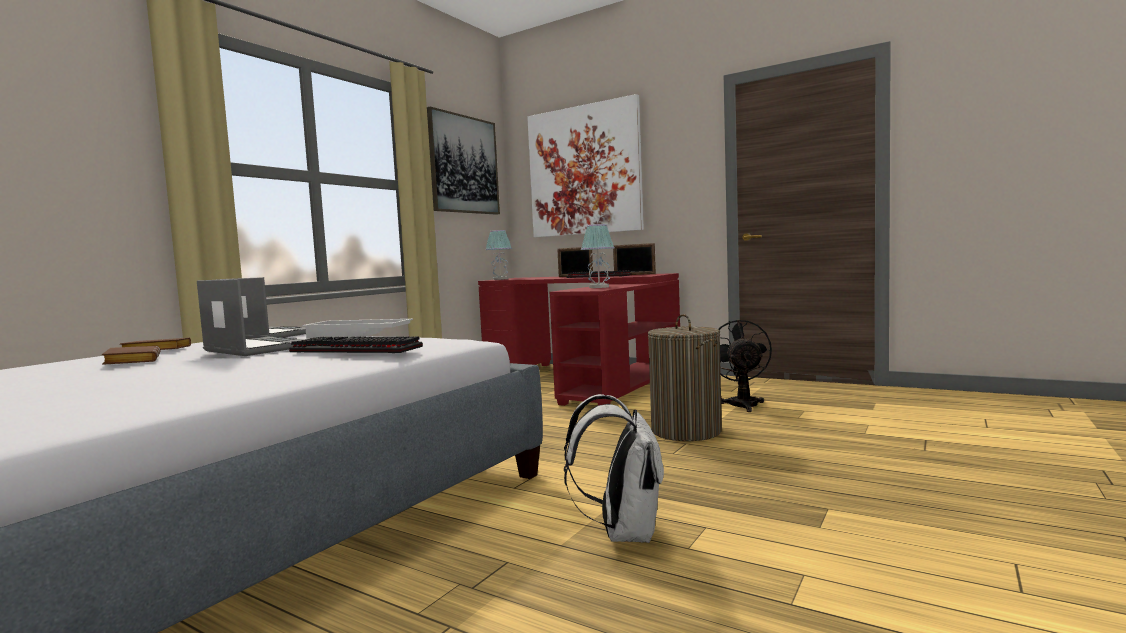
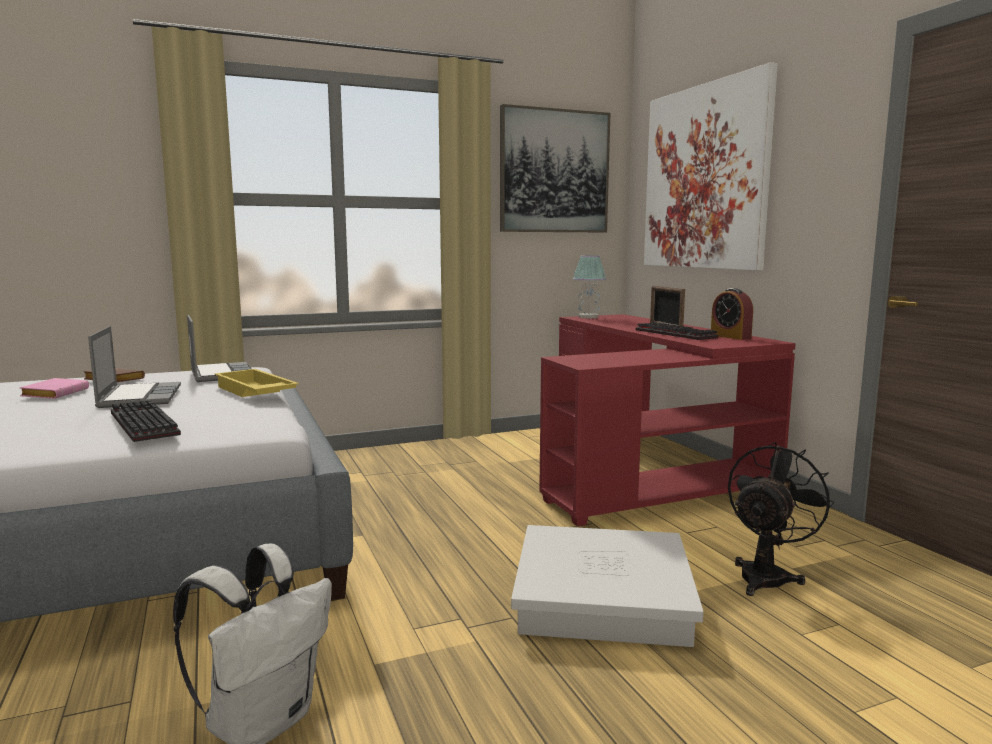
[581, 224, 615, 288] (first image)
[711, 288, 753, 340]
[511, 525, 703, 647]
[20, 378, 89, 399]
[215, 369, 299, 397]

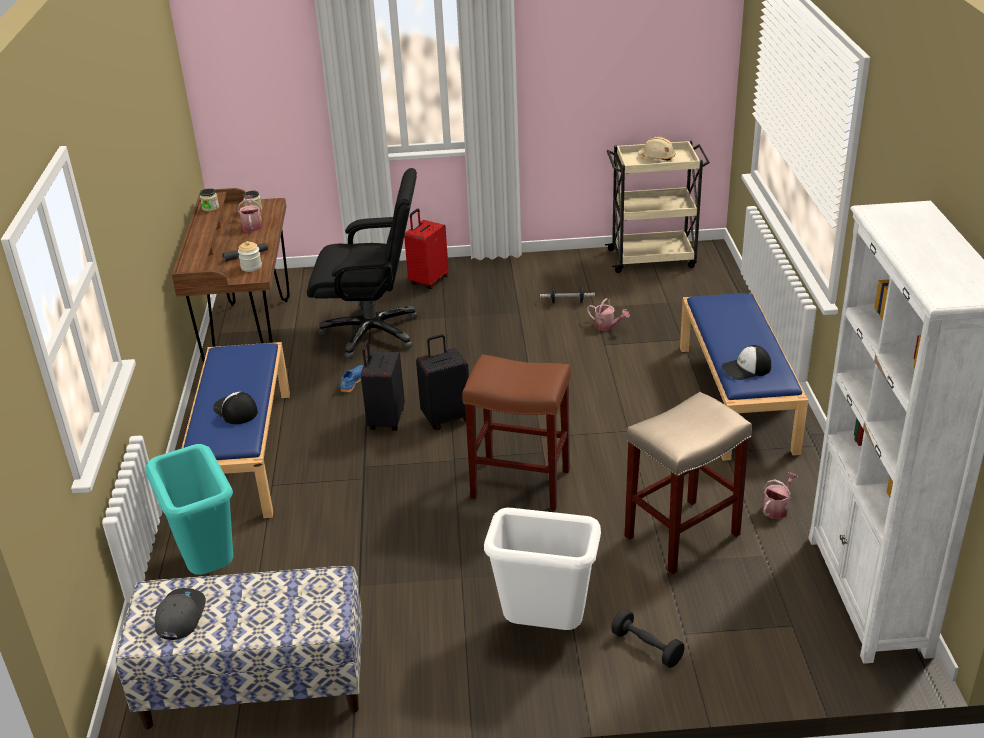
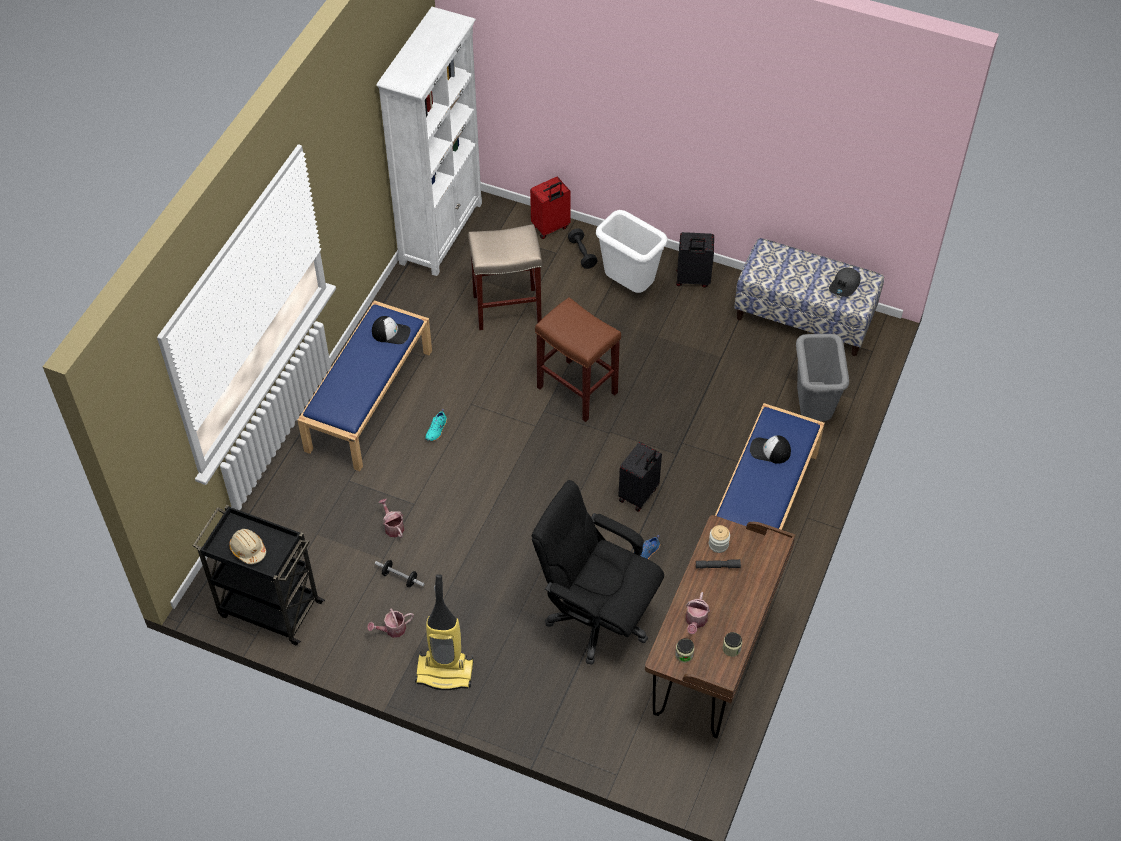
[415, 574, 473, 690]
[425, 409, 447, 441]
[530, 177, 571, 239]
[676, 232, 714, 288]
[367, 608, 414, 638]
[796, 334, 849, 421]
[193, 505, 325, 645]
[750, 435, 791, 464]

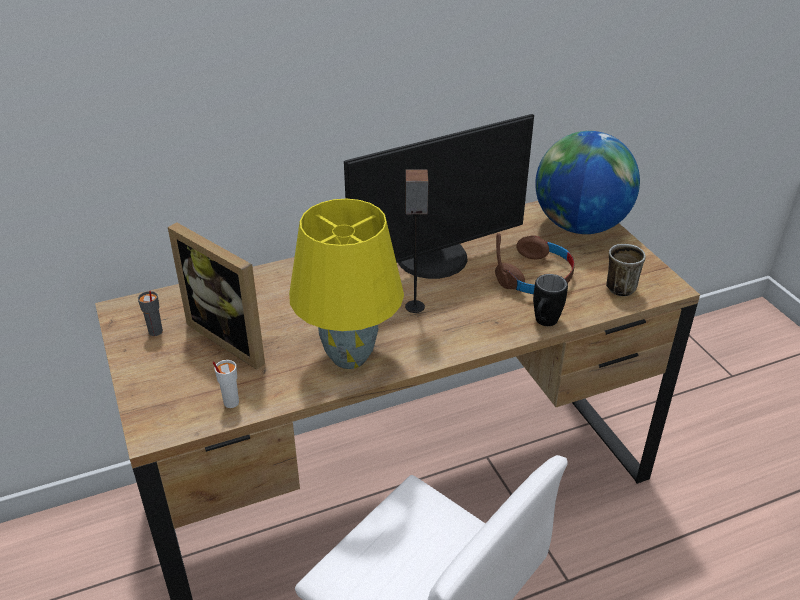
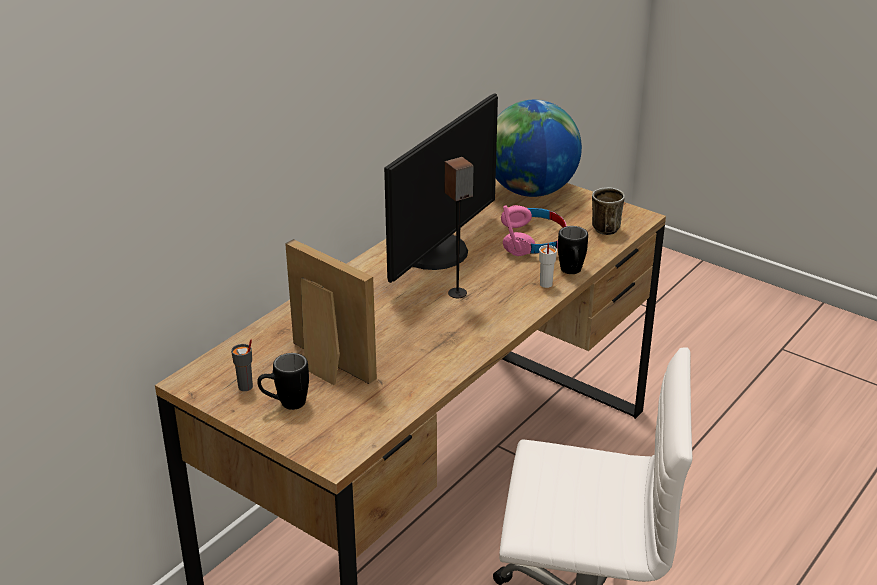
[289, 199, 404, 369] (first image)
[257, 353, 309, 410]
[539, 243, 557, 288]
[501, 205, 567, 256]
[285, 239, 377, 385]

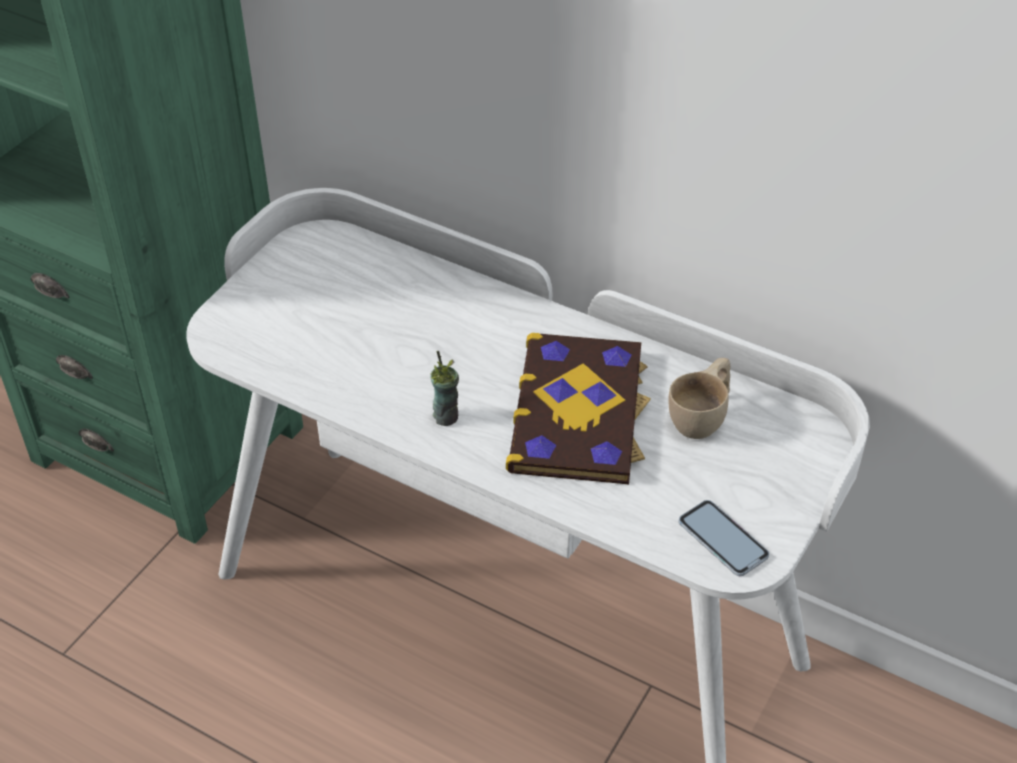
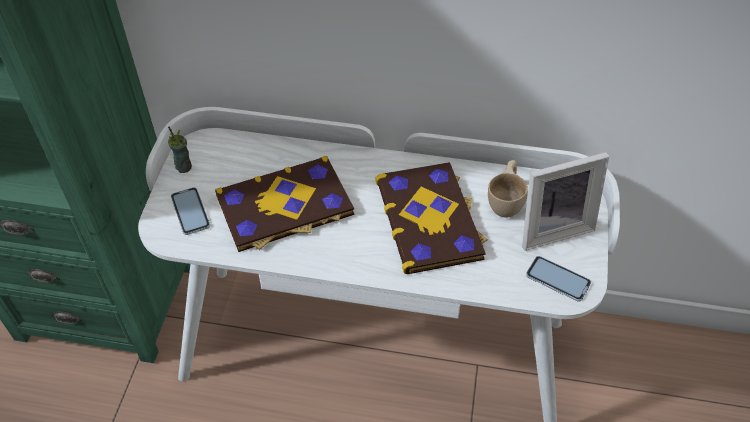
[171, 187, 210, 235]
[215, 156, 354, 252]
[522, 152, 609, 251]
[168, 126, 192, 173]

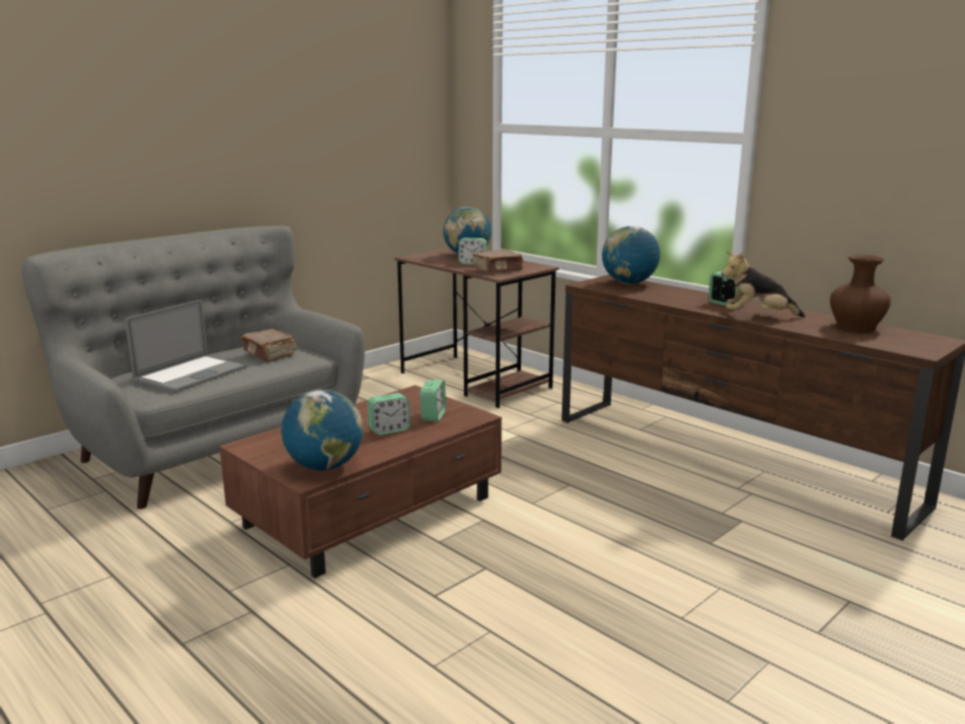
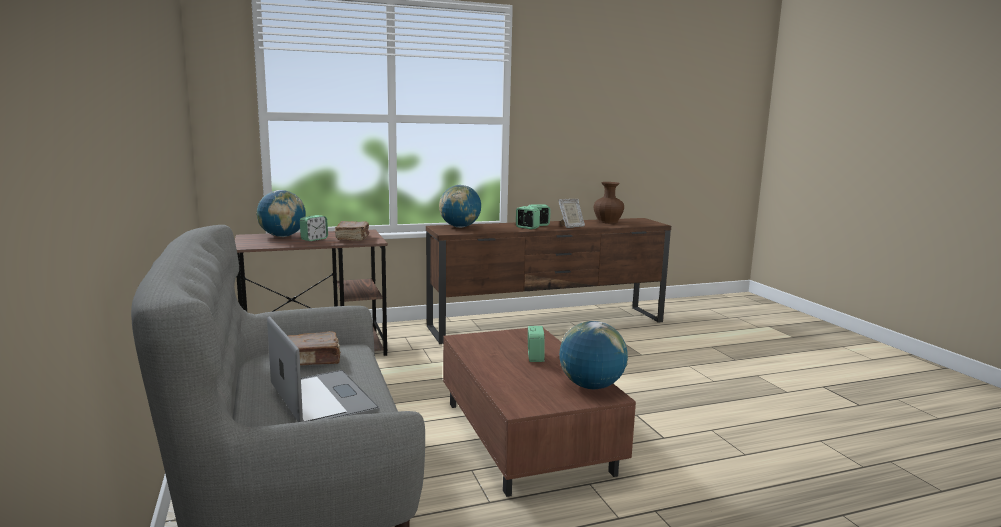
[516, 206, 540, 229]
[558, 199, 585, 228]

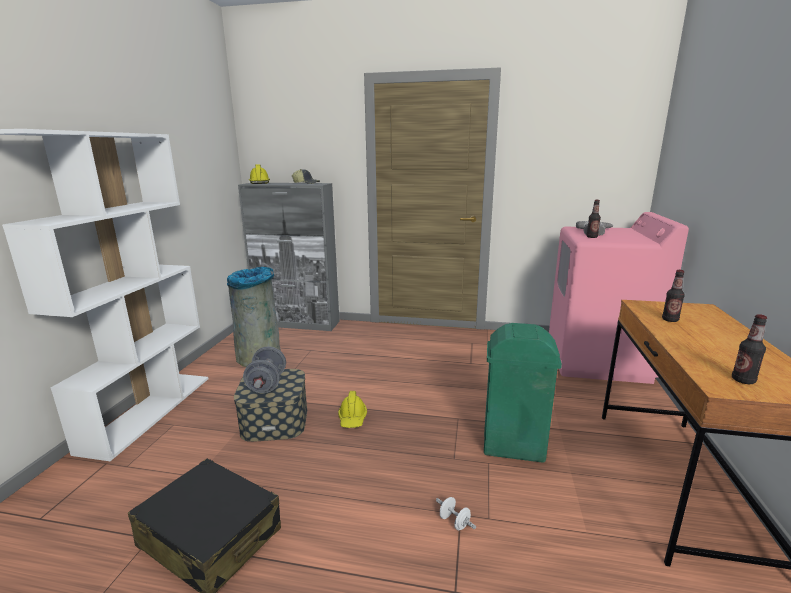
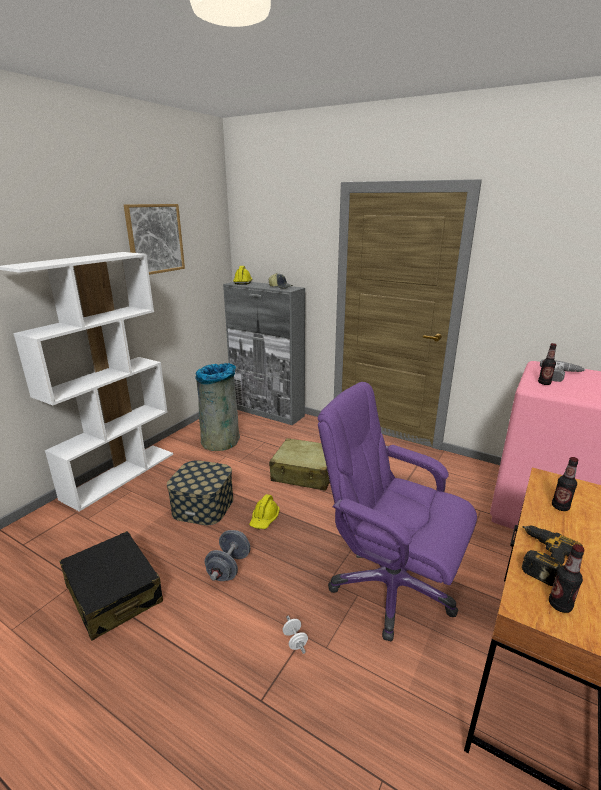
[124, 204, 185, 275]
[269, 438, 330, 491]
[522, 526, 583, 586]
[205, 530, 251, 581]
[318, 382, 477, 641]

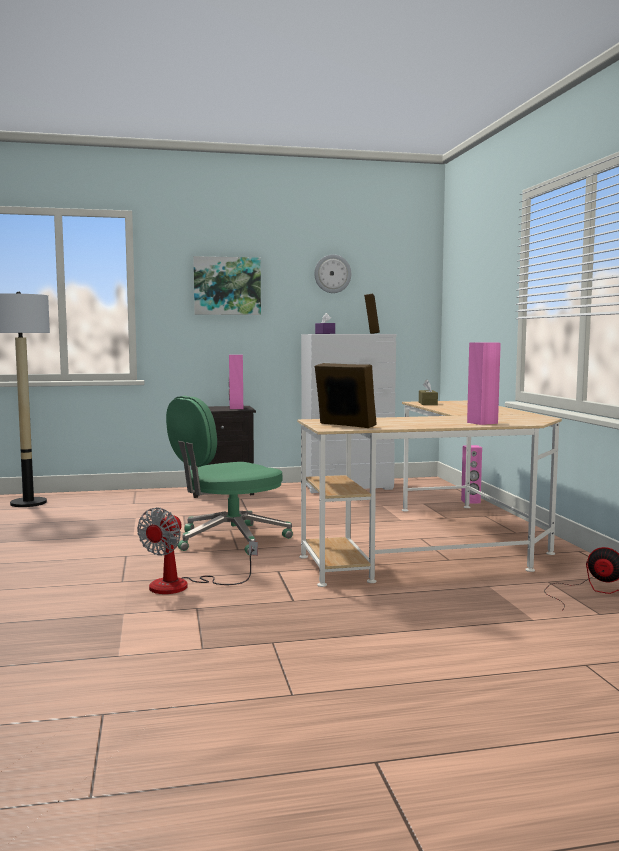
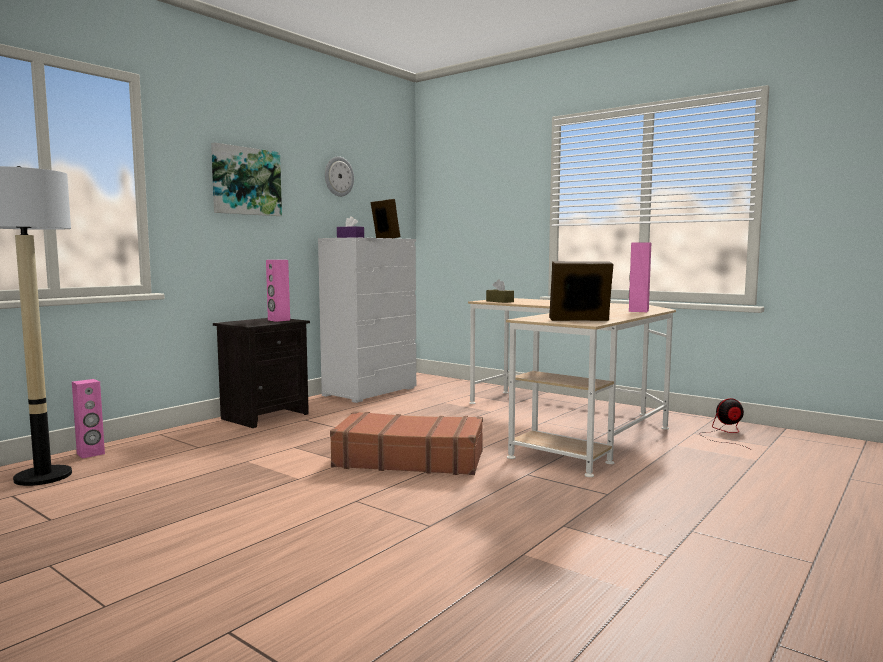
[137, 507, 258, 594] (first image)
[72, 379, 105, 459]
[330, 412, 483, 475]

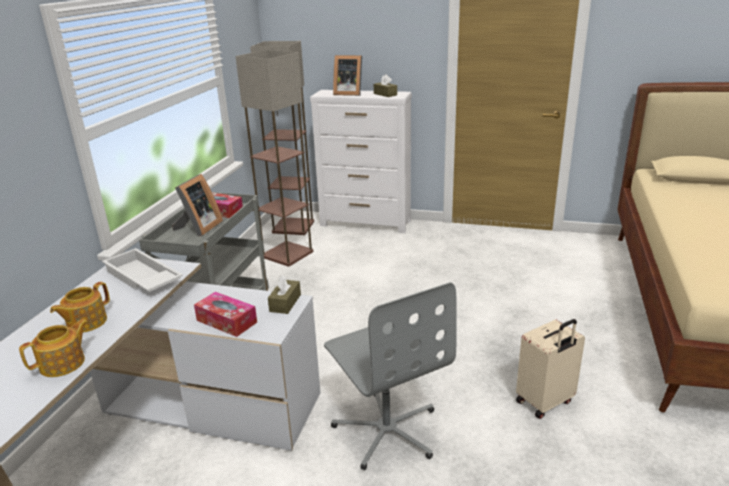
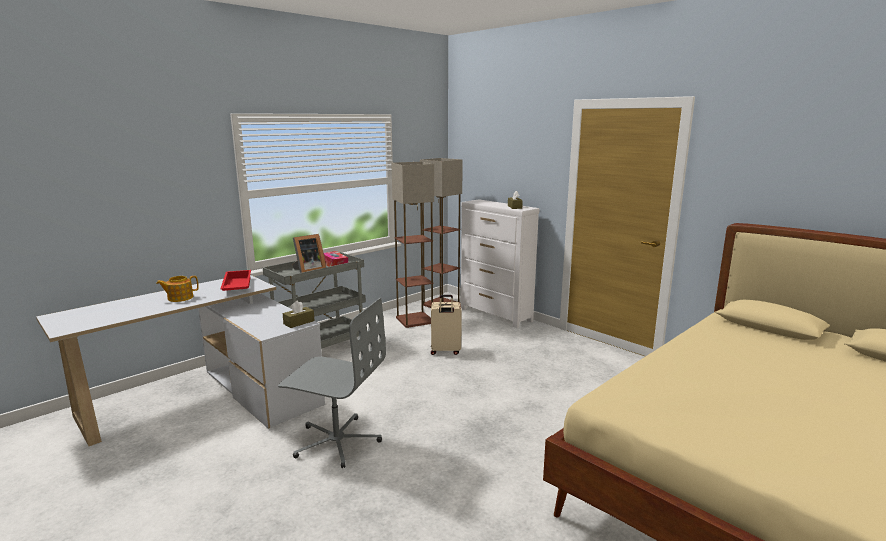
[19, 319, 88, 377] (first image)
[194, 292, 257, 337] (first image)
[333, 55, 362, 96] (first image)
[431, 295, 462, 355]
[220, 270, 251, 291]
[278, 298, 386, 468]

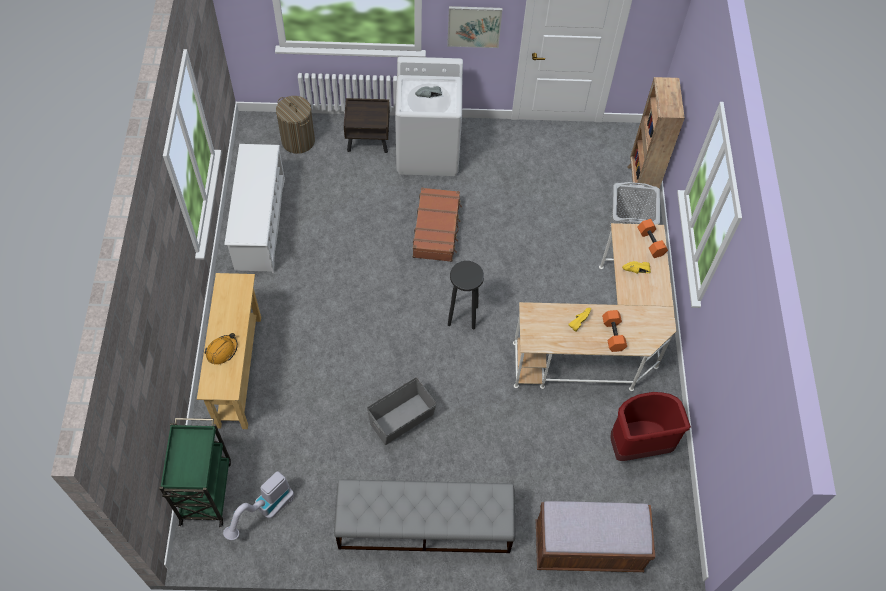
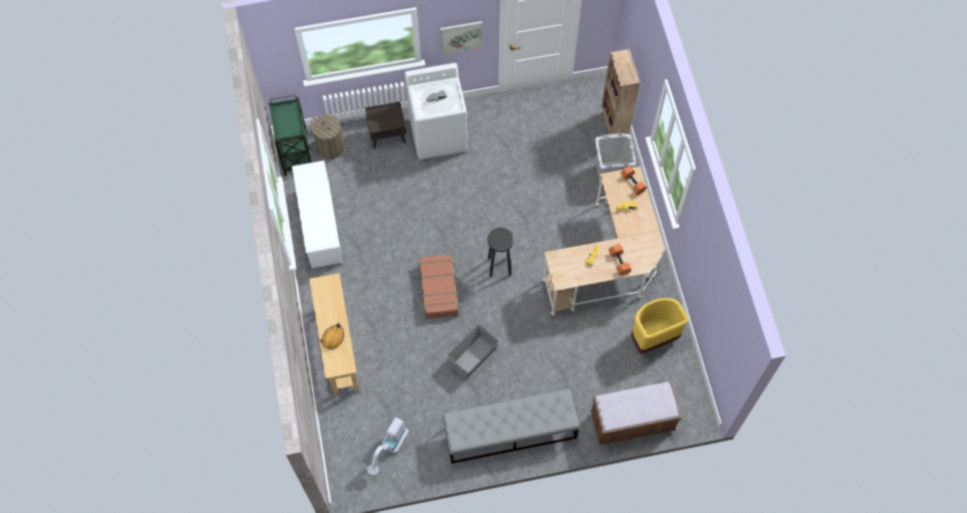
[269, 95, 312, 176]
[419, 254, 461, 319]
[632, 298, 689, 354]

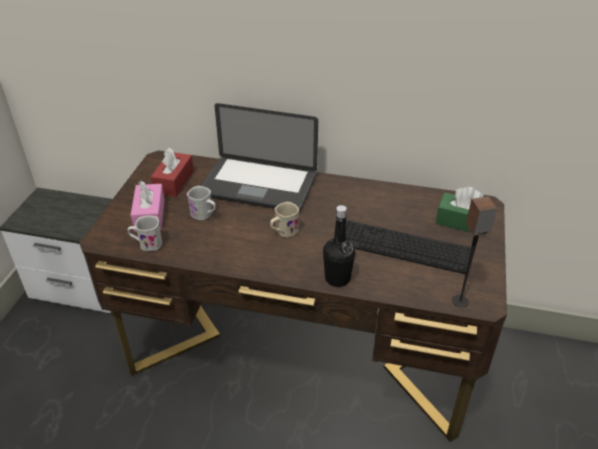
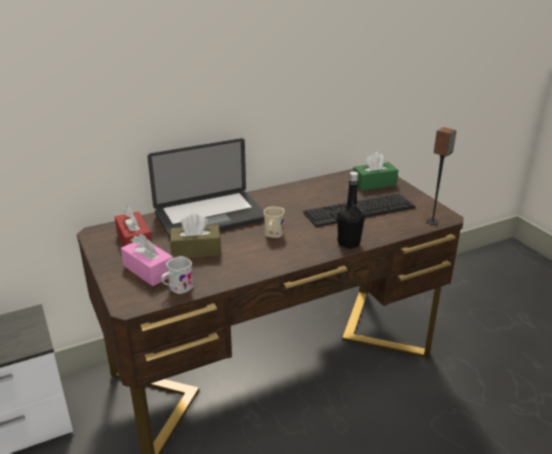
[170, 214, 221, 258]

